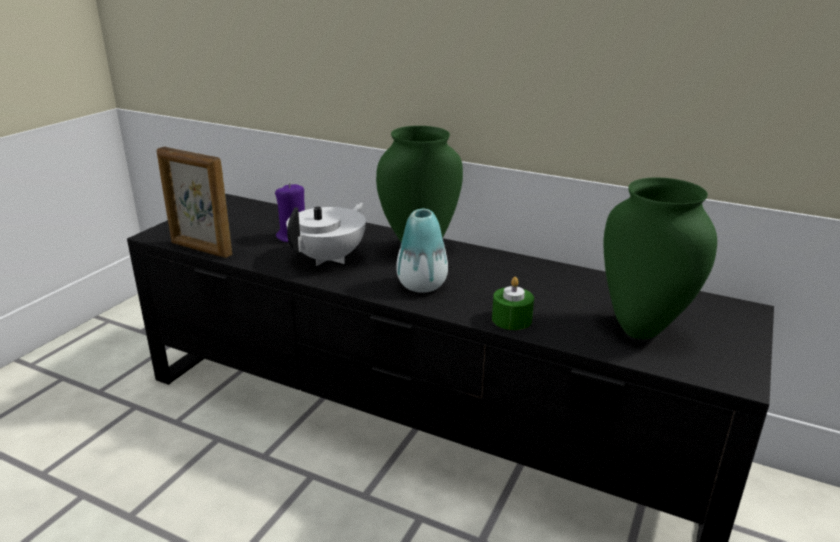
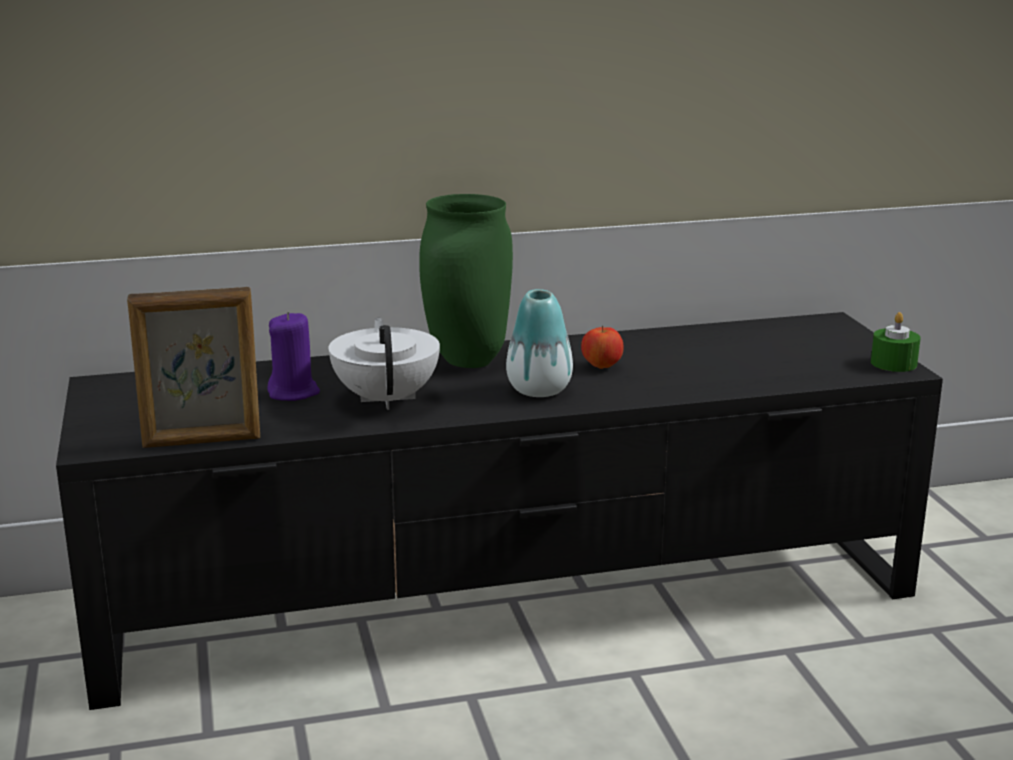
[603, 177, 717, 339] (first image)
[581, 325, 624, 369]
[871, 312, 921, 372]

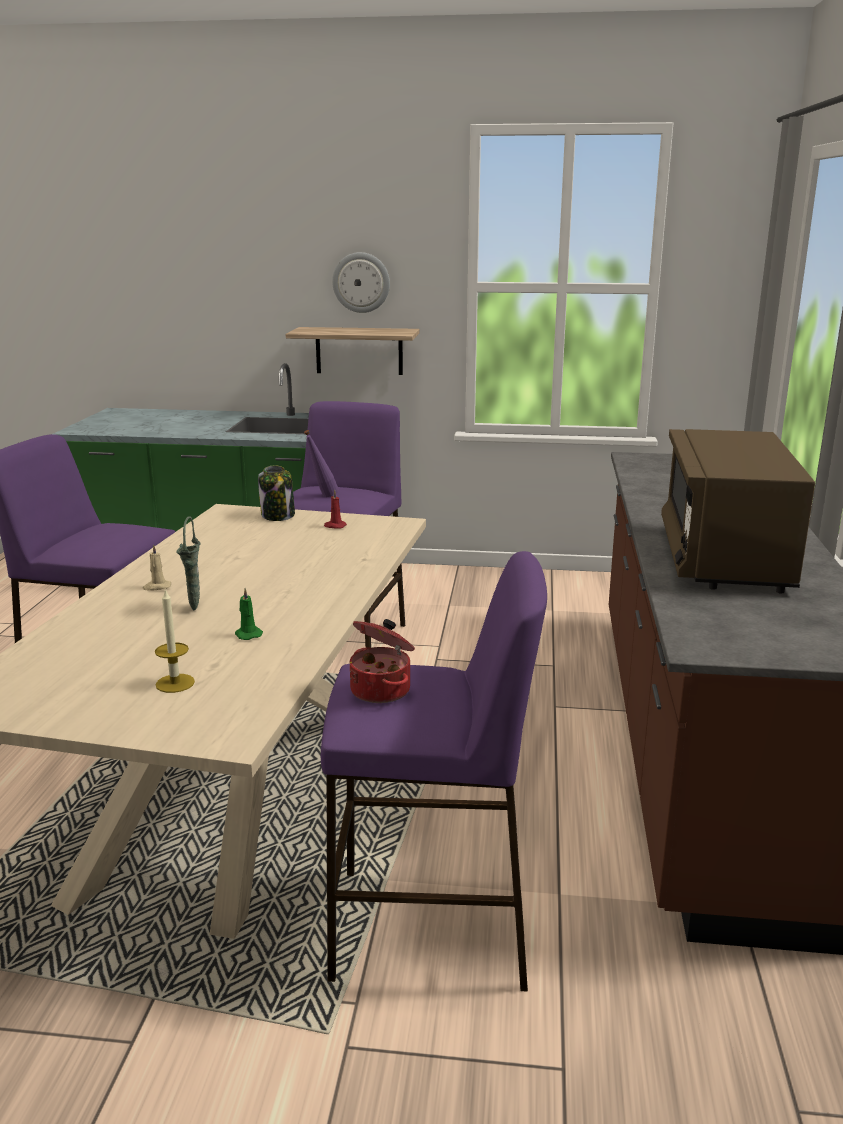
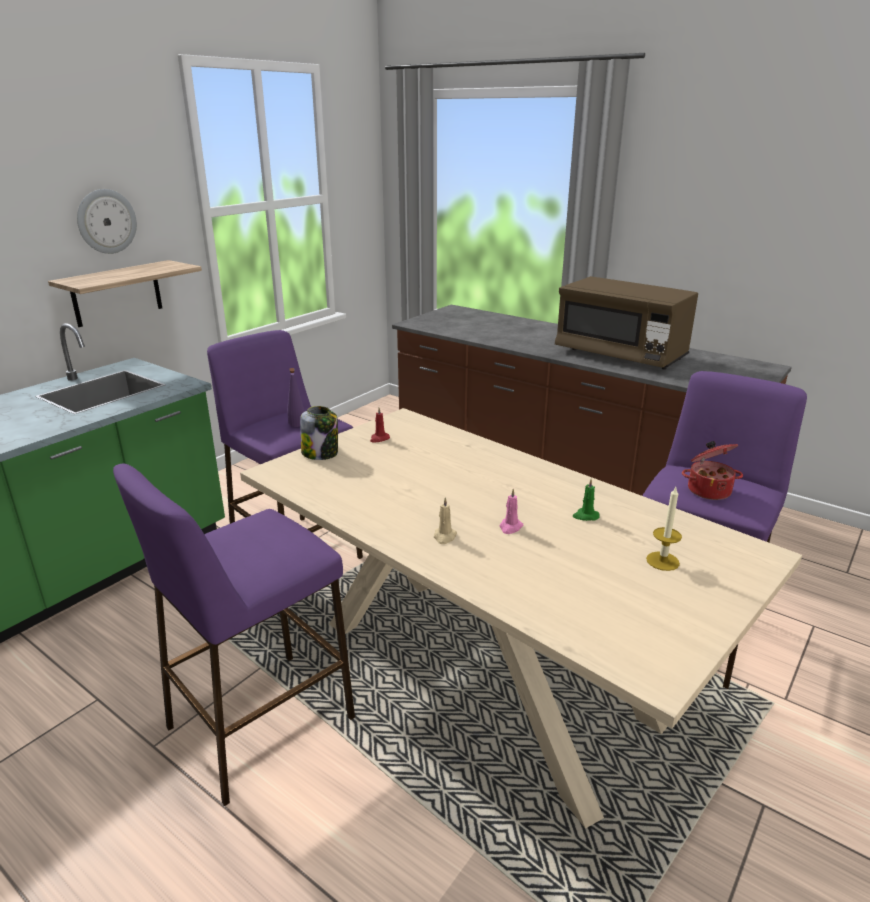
[500, 489, 523, 534]

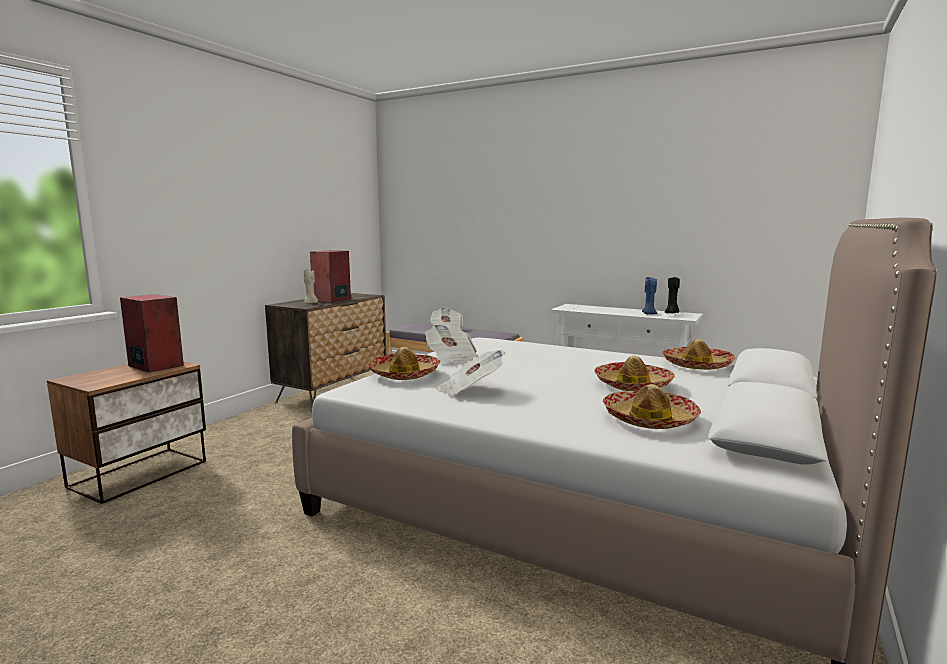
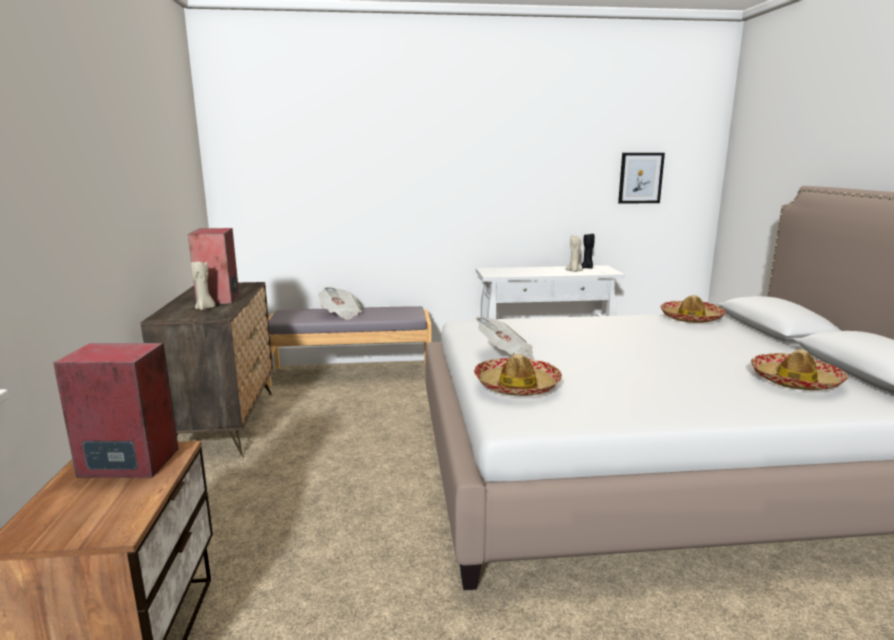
[436, 350, 505, 395] (first image)
[595, 356, 675, 391] (first image)
[618, 153, 665, 204]
[565, 235, 583, 272]

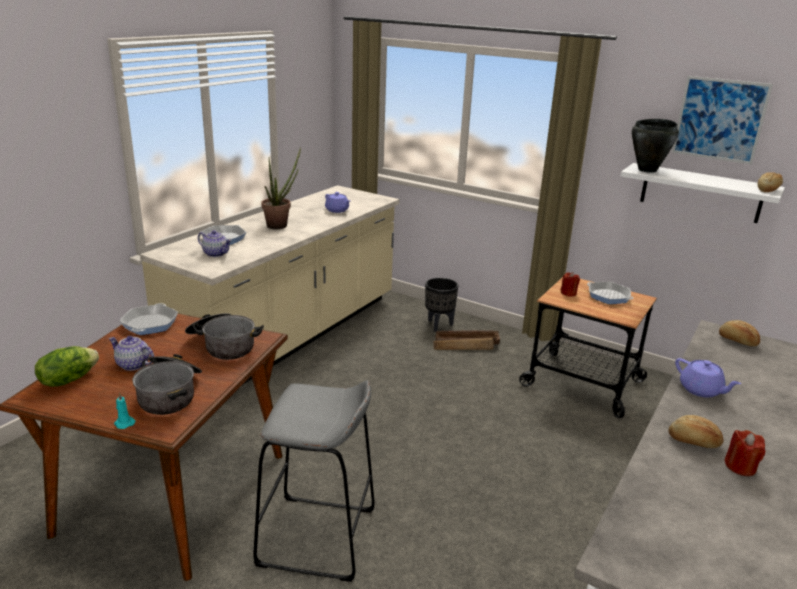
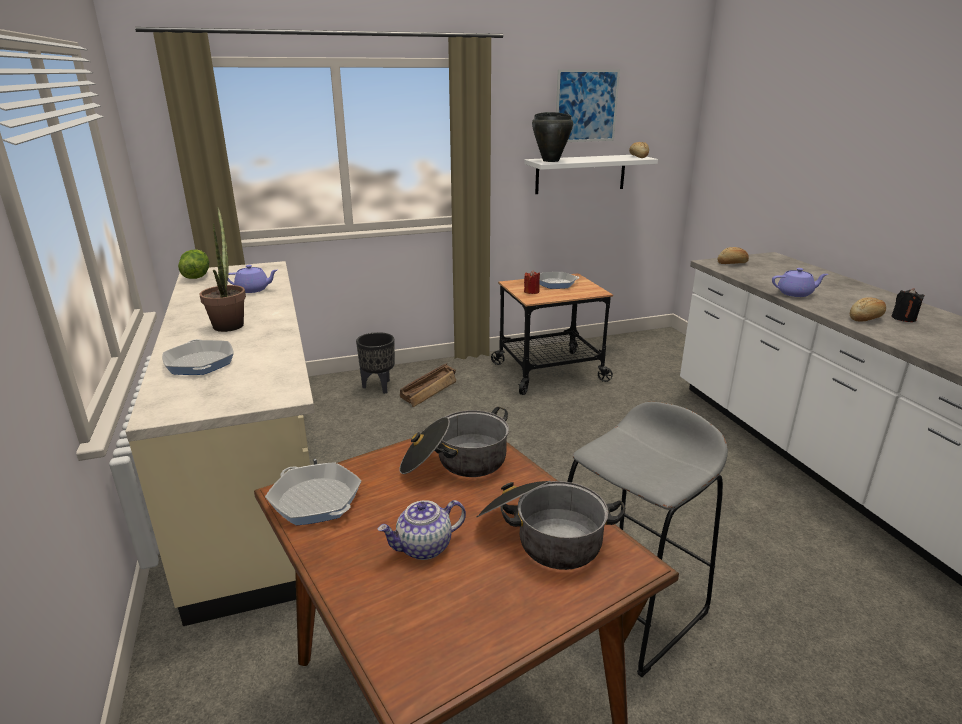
[114, 392, 136, 429] (first image)
[198, 230, 232, 257] (first image)
[178, 249, 209, 279]
[892, 288, 925, 322]

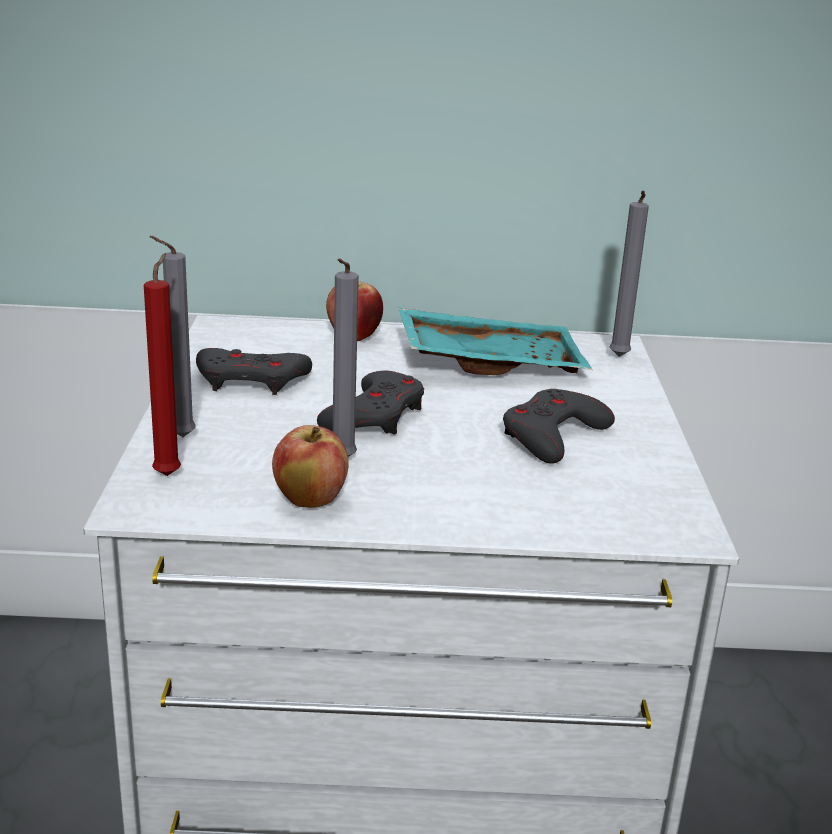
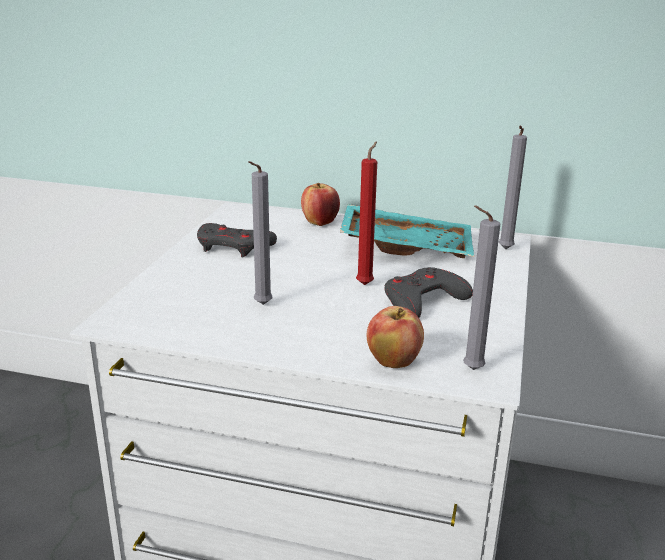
[317, 371, 424, 434] (first image)
[356, 141, 377, 285]
[463, 205, 500, 370]
[367, 306, 424, 368]

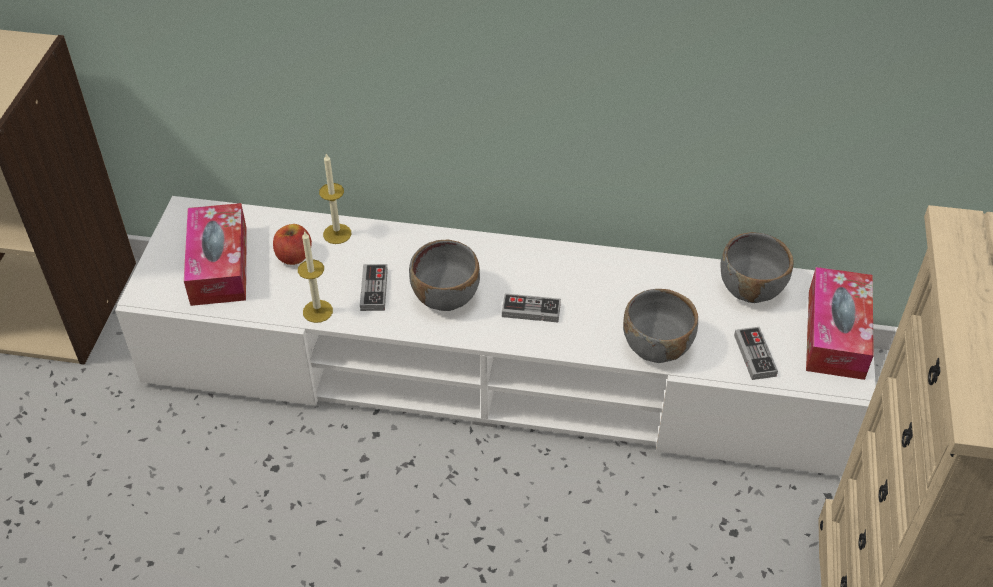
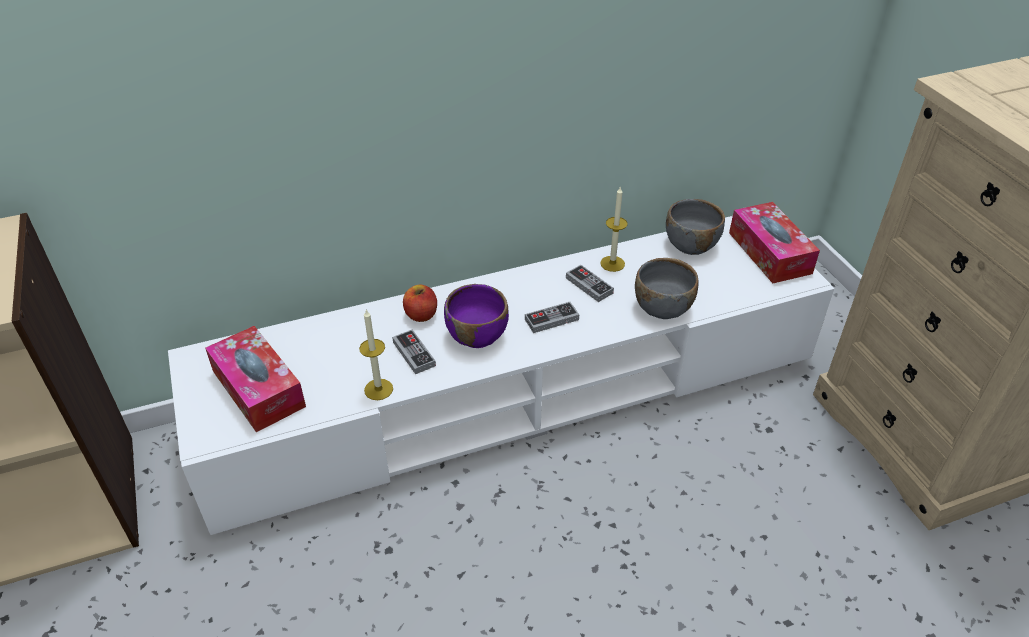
[403, 285, 437, 322]
[600, 187, 627, 272]
[566, 265, 614, 302]
[444, 284, 509, 348]

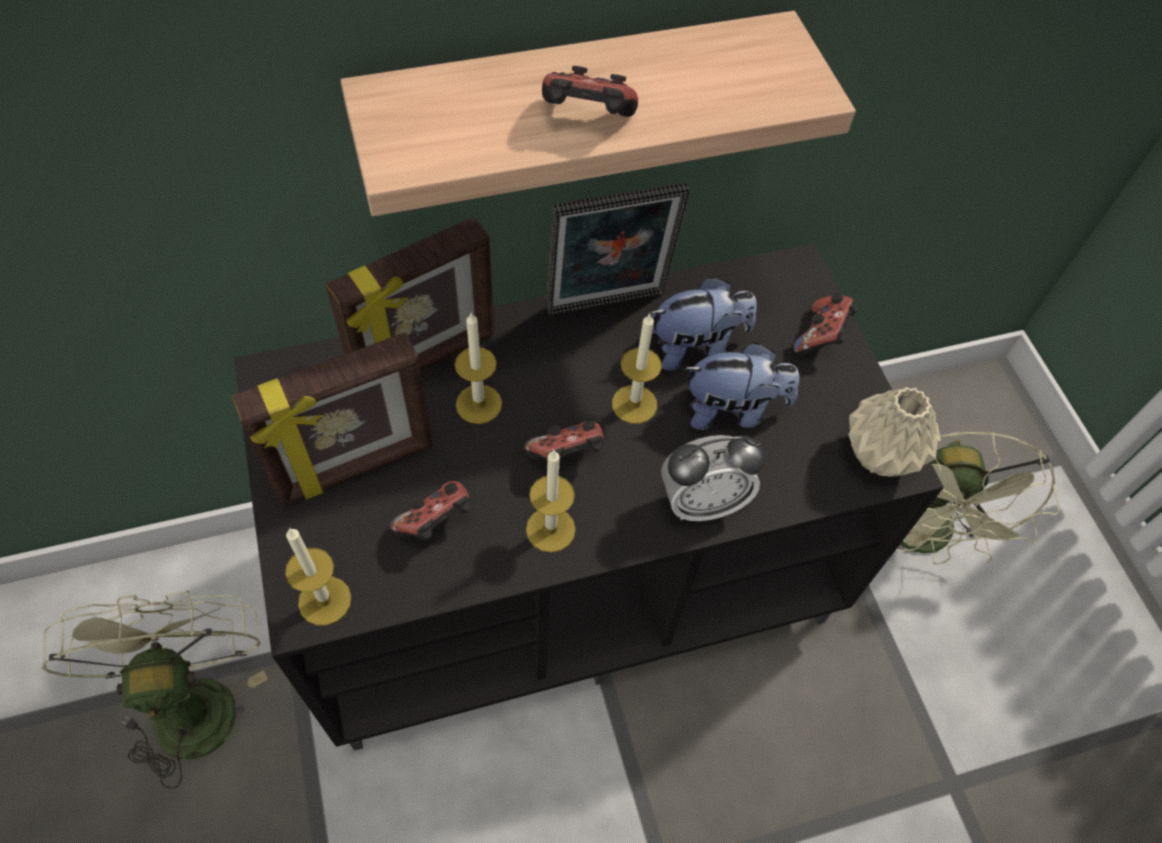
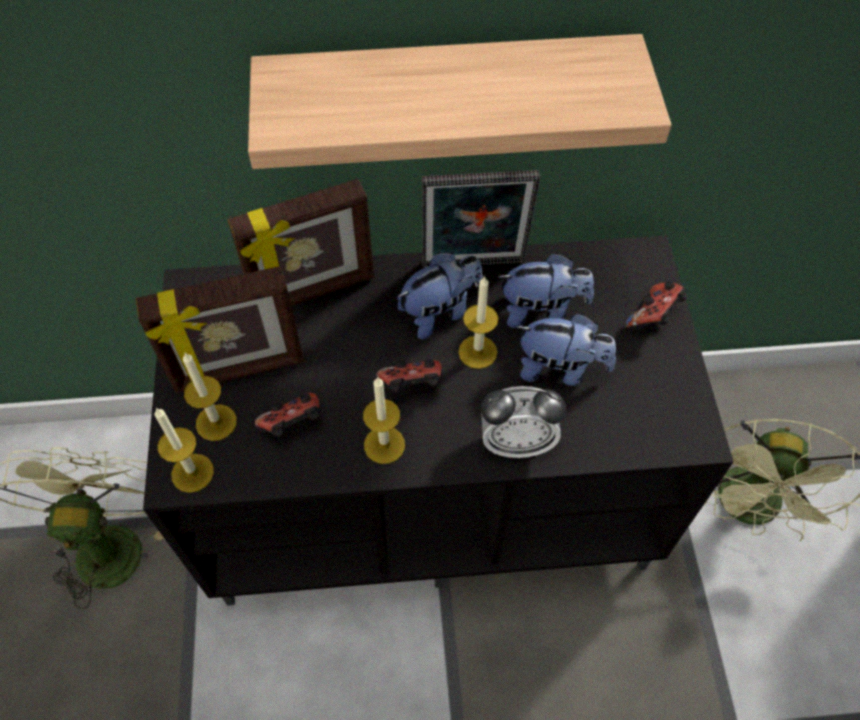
[542, 66, 638, 117] (first image)
[848, 387, 941, 477] (first image)
[397, 252, 483, 339]
[183, 352, 237, 441]

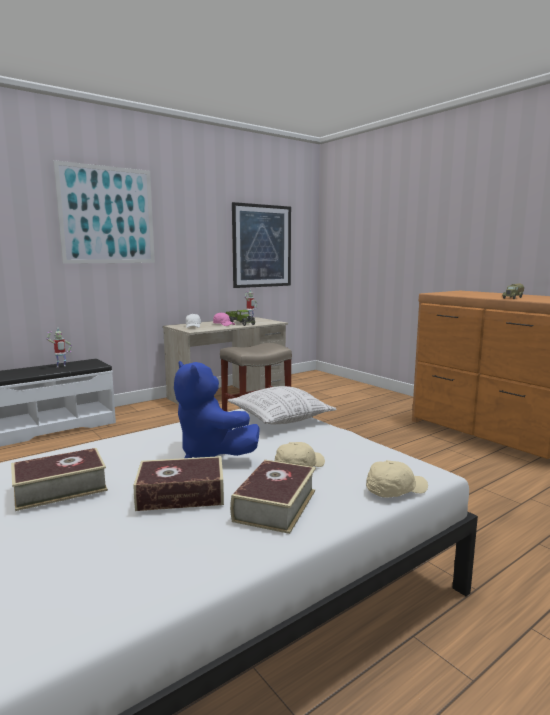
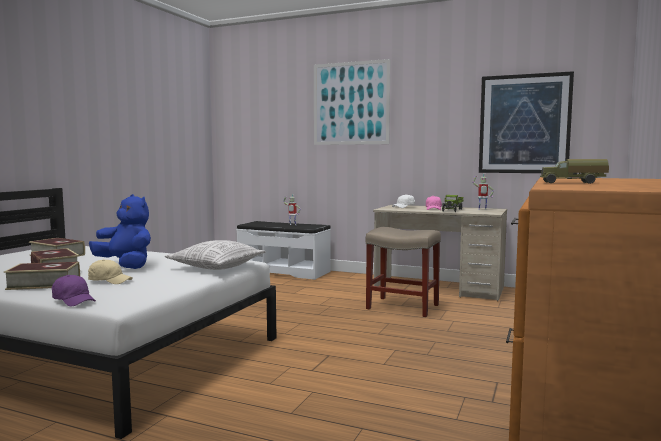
[52, 275, 96, 306]
[89, 194, 151, 269]

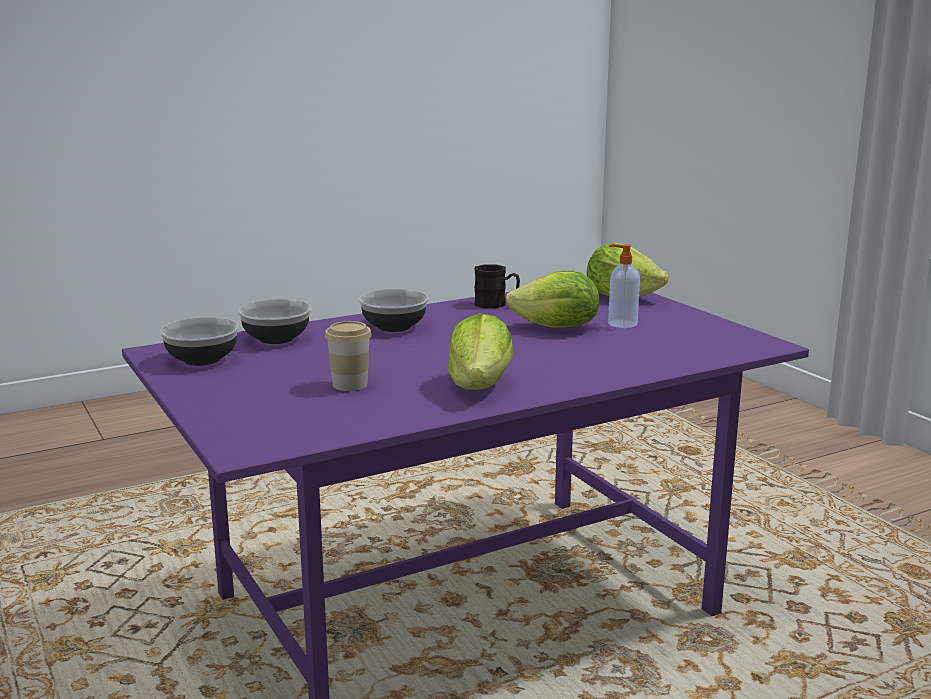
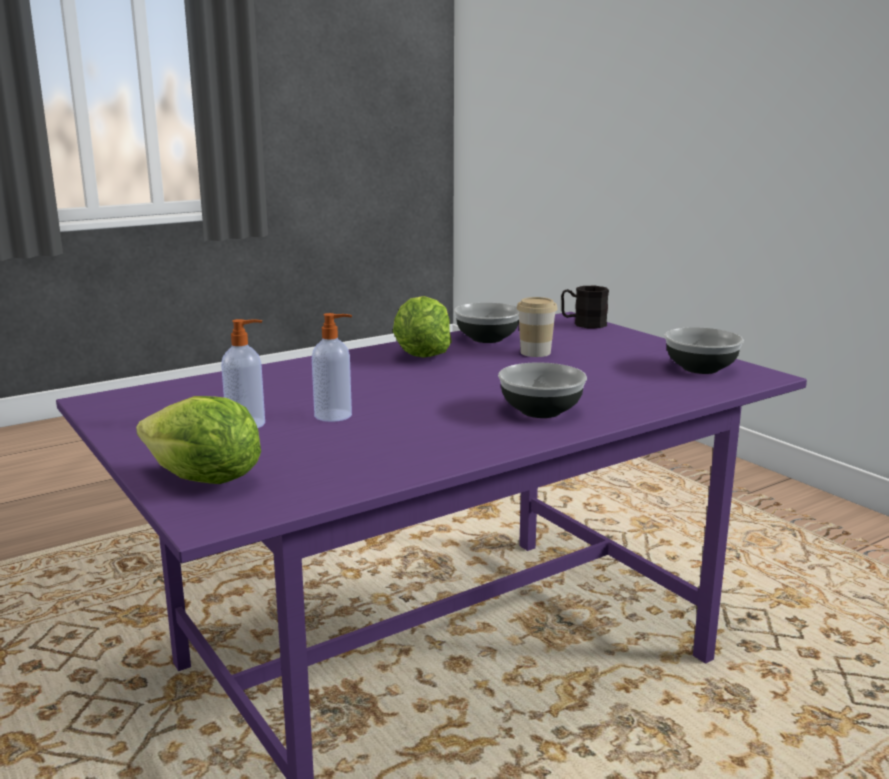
[454, 303, 519, 343]
[561, 286, 609, 328]
[312, 313, 352, 422]

